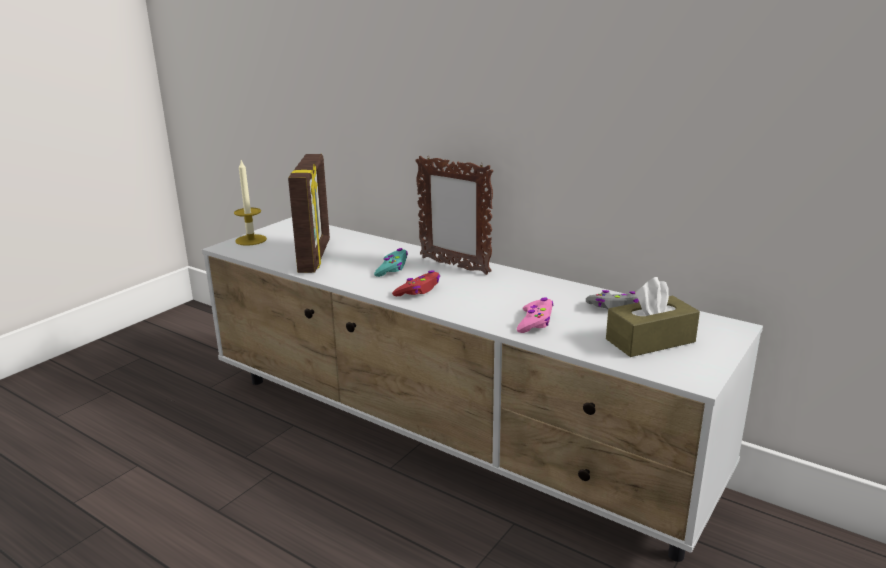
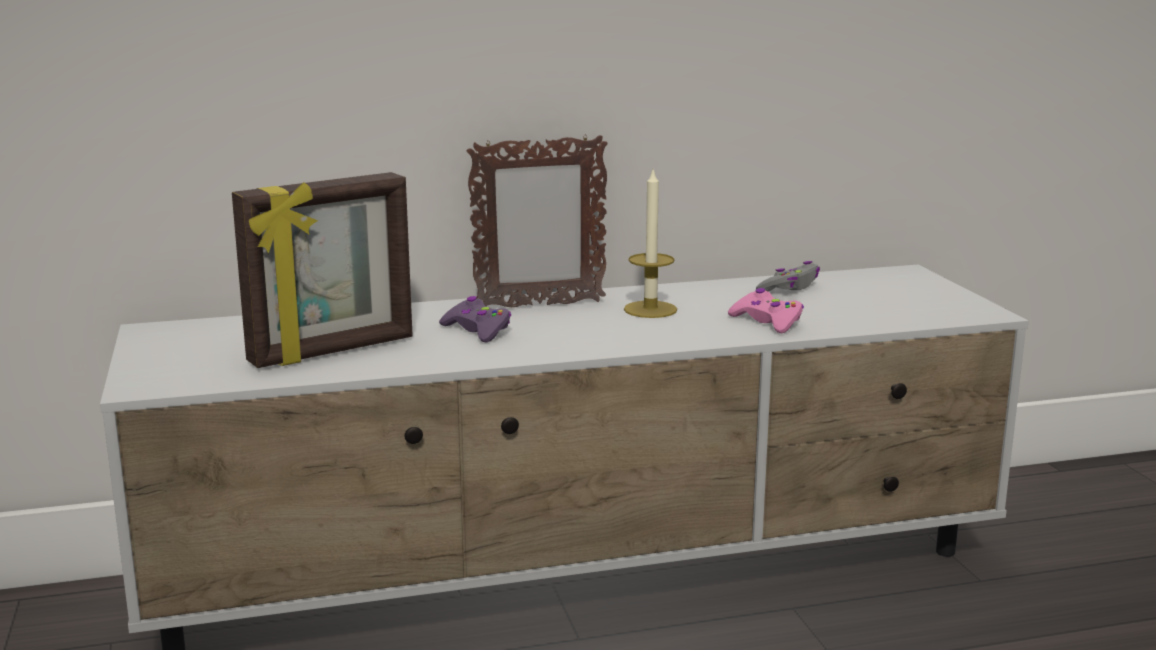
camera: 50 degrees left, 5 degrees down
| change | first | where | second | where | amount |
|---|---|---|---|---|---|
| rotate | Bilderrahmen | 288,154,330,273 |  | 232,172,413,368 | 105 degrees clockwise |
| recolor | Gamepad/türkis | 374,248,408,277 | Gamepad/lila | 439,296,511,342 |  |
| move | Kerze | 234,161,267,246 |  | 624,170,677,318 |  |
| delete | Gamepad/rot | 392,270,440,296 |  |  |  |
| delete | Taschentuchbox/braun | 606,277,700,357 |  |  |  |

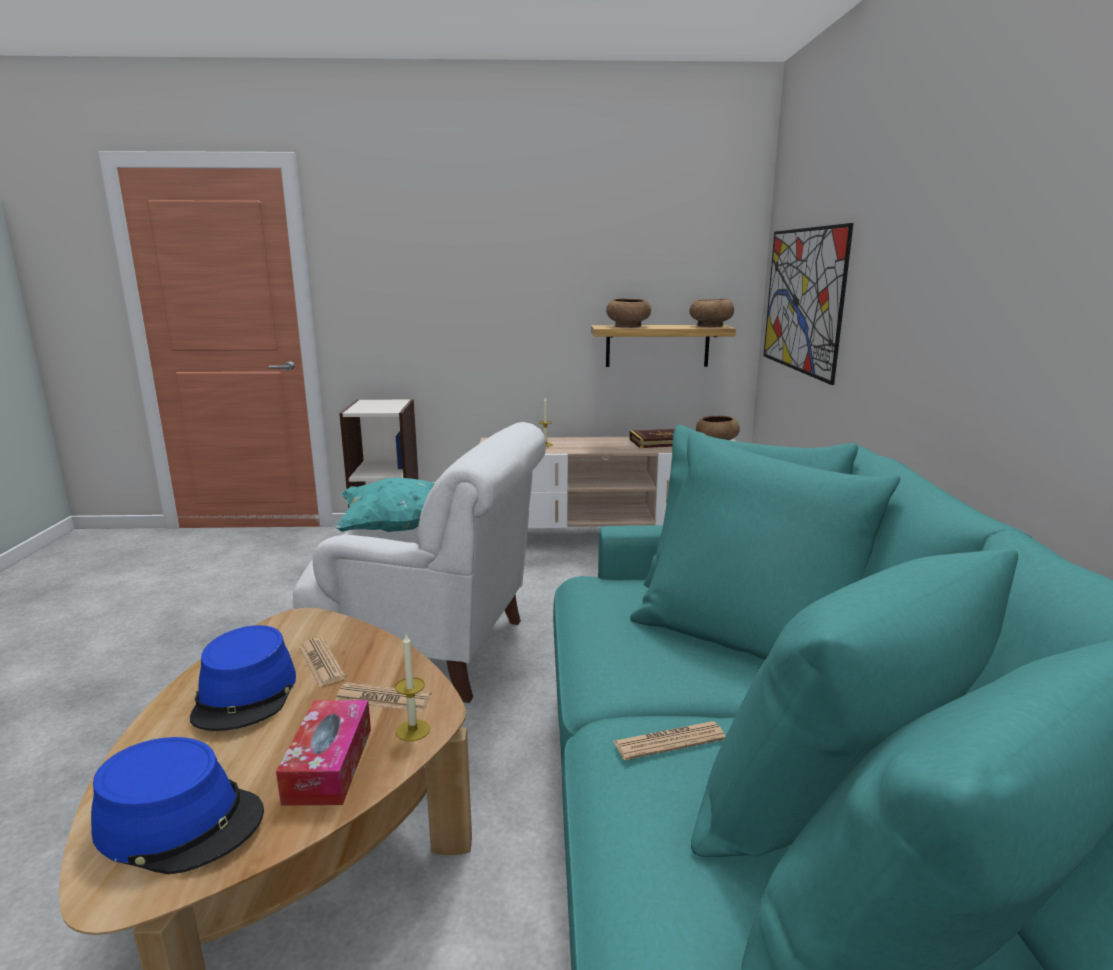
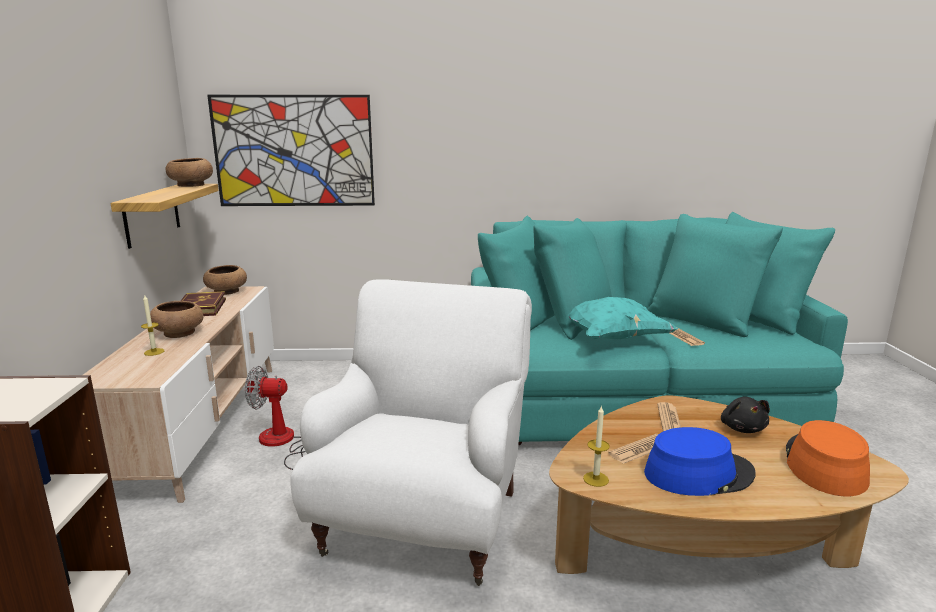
camera: 90 degrees left, 0 degrees up
| change | first | where | second | where | amount |
|---|---|---|---|---|---|
| move | Schüssel/braun | 606,298,651,328 |  | 150,301,203,338 |  |
| insert |  |  | Ventilator | 245,366,306,470 |  |
| move | Kissen/türkis | 335,478,435,532 |  | 568,297,678,339 |  |
| move | Kerze | 395,634,430,741 |  | 583,405,610,487 |  |
| replace | Taschentuchbox | 276,700,371,805 | Plüschtier/schwarz | 721,397,770,433 |  |
| recolor | Hut/blau | 91,737,264,875 | Hut/orange | 786,420,870,497 |  |

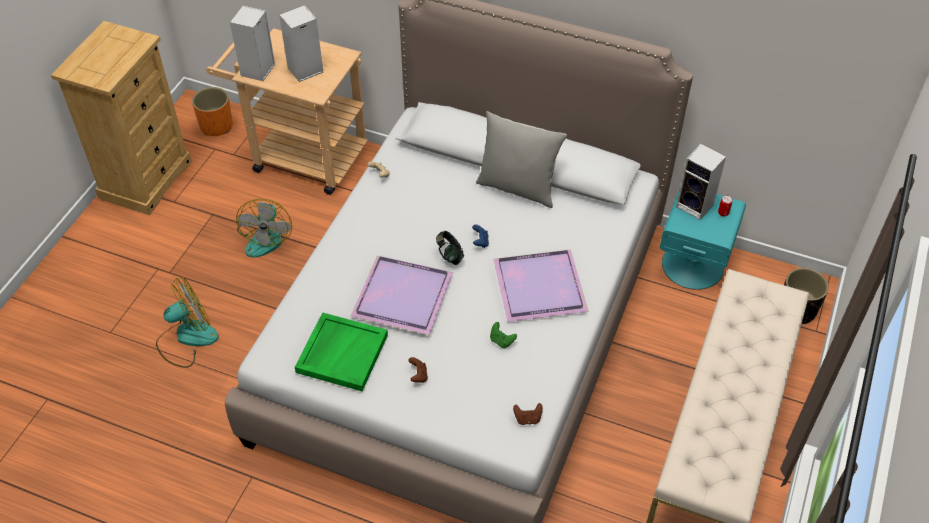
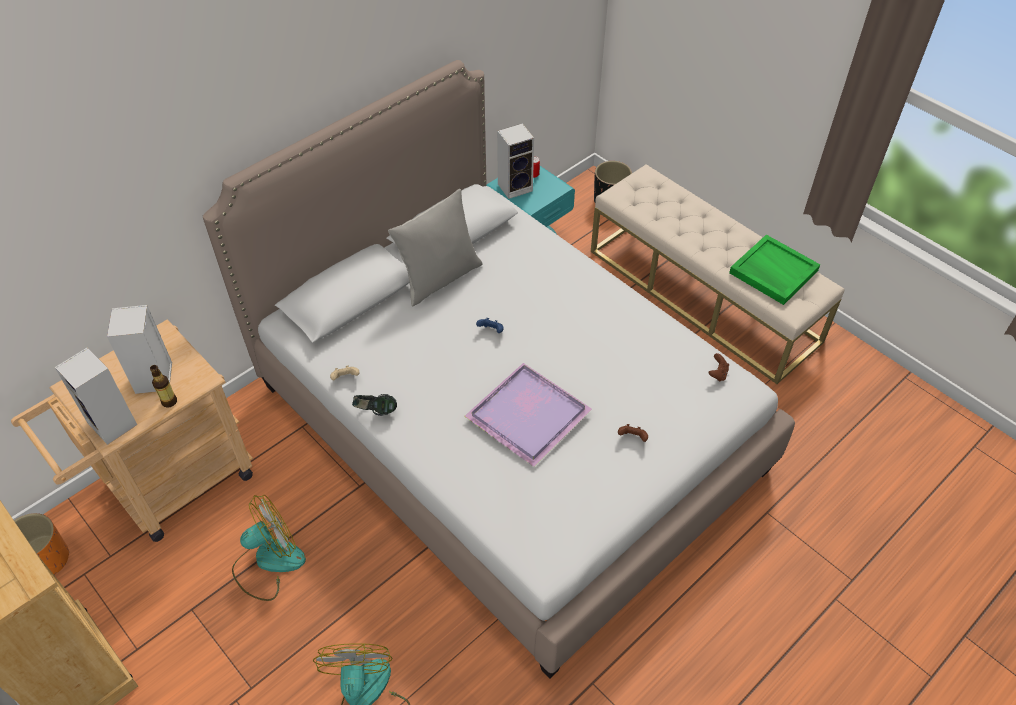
camera: 65 degrees left, 0 degrees up
| change | first | where | second | where | amount |
|---|---|---|---|---|---|
| insert |  |  | Flasche | 150,365,177,408 |  |
| rotate | Ventilator | 236,199,292,258 |  | 232,495,306,601 | 60 degrees counterclockwise |
| move | Kopfhörer | 436,231,464,265 |  | 352,394,397,416 |  |
| move | Tablett/grün | 295,312,388,391 |  | 729,235,820,305 |  |
| delete | Gamepad/grün | 490,322,517,348 |  |  |  |
| delete | Tablett/lila | 493,250,589,322 |  |  |  |

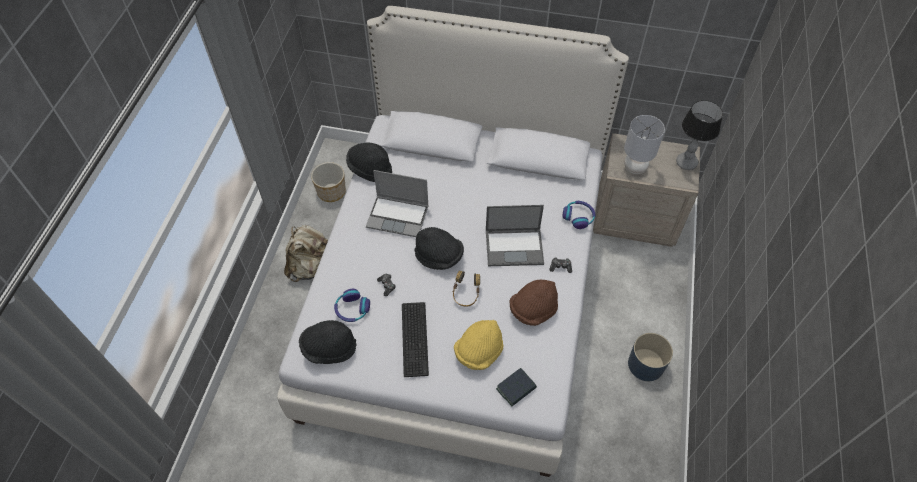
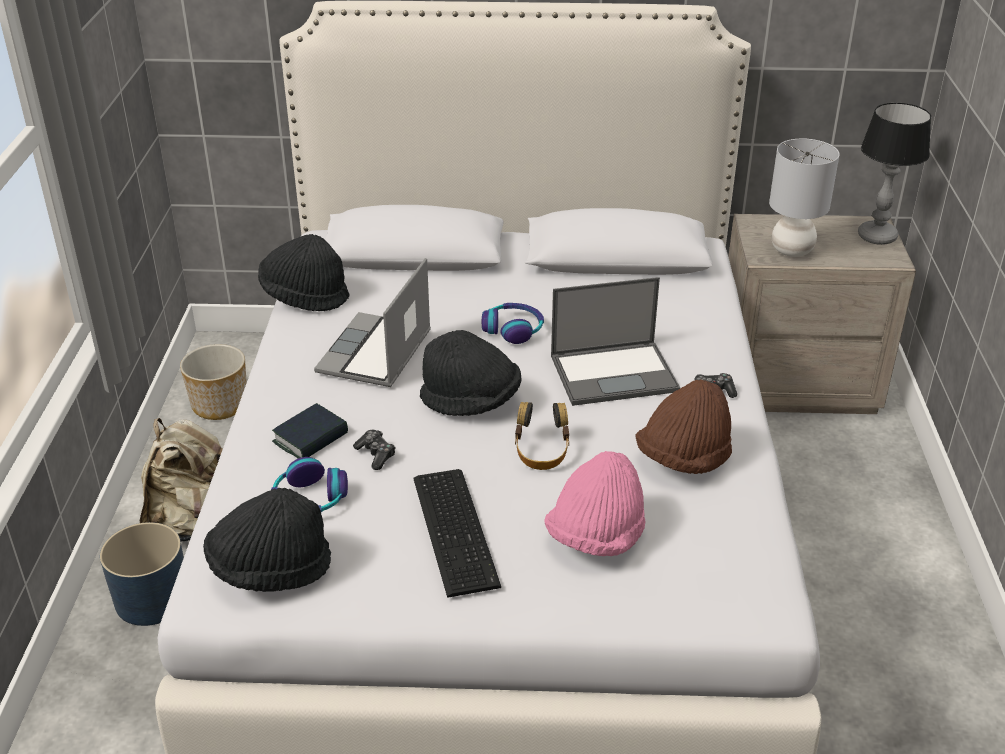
camera: 10 degrees left, 20 degrees down
| change | first | where | second | where | amount |
|---|---|---|---|---|---|
| move | Pflanzkübel/blau | 628,333,673,381 |  | 100,522,184,626 |  |
| move | Buch | 496,368,537,406 |  | 272,403,348,458 |  |
| rotate | Laptop | 366,170,429,237 |  | 314,258,431,387 | 105 degrees clockwise |
| move | Kopfhörer | 563,201,596,229 |  | 482,303,544,344 |  |
| recolor | Hut/gelb | 454,320,503,370 | Hut/rosa | 544,451,645,556 |  |

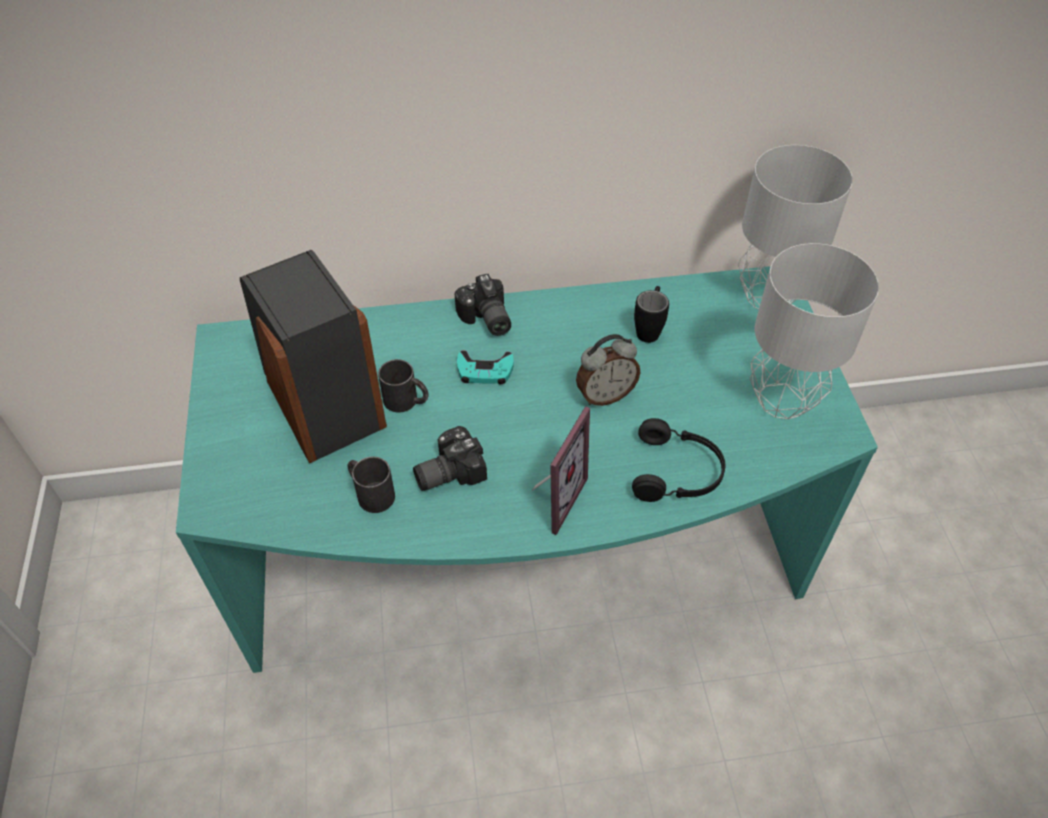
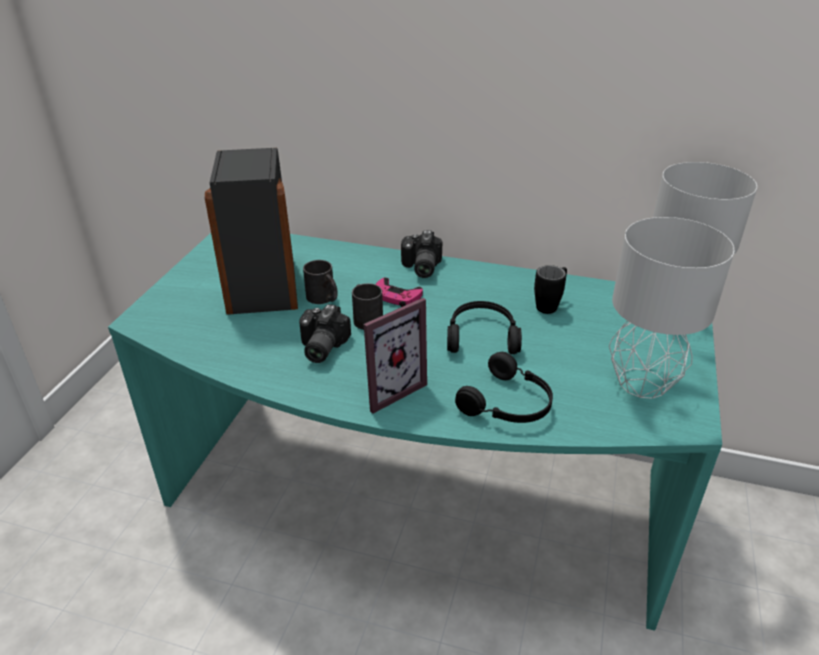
camera: 25 degrees right, 15 degrees down
| change | first | where | second | where | amount |
|---|---|---|---|---|---|
| rotate | Kamera | 413,426,487,491 |  | 299,304,351,363 | 75 degrees counterclockwise |
| move | Henkelbecher/schwarz | 347,456,395,513 |  | 352,283,383,330 |  |
| recolor | Gamepad/türkis | 457,351,514,384 | Gamepad/rosa | 375,277,423,307 |  |
| replace | Wecker | 576,334,641,406 | Kopfhörer/schwarz | 447,301,522,354 |  |

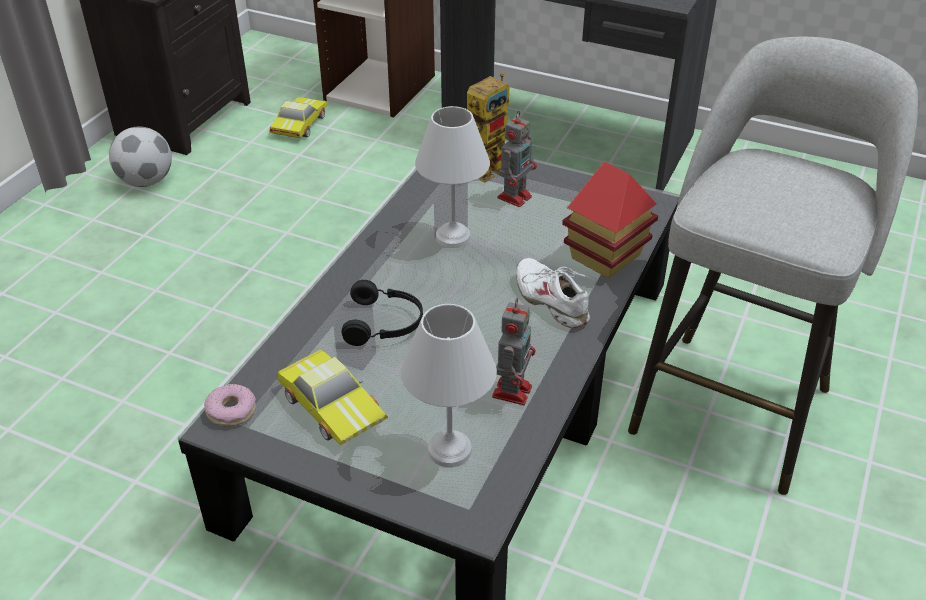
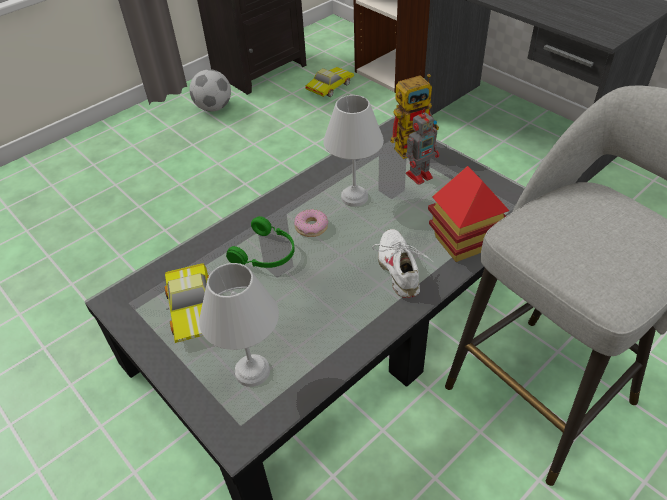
camera: 25 degrees right, 5 degrees up
| change | first | where | second | where | amount |
|---|---|---|---|---|---|
| recolor | Kopfhörer/schwarz | 341,280,423,346 | Kopfhörer/grün | 226,216,295,268 |  |
| move | Donut | 204,384,256,427 |  | 294,209,328,237 |  |
| delete | Spielzeugroboter | 492,298,535,405 |  |  |  |

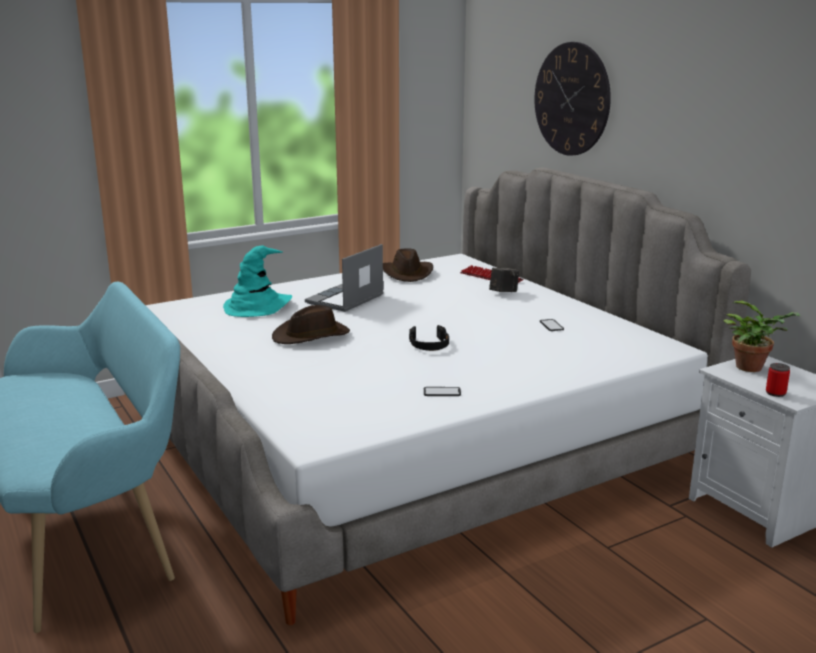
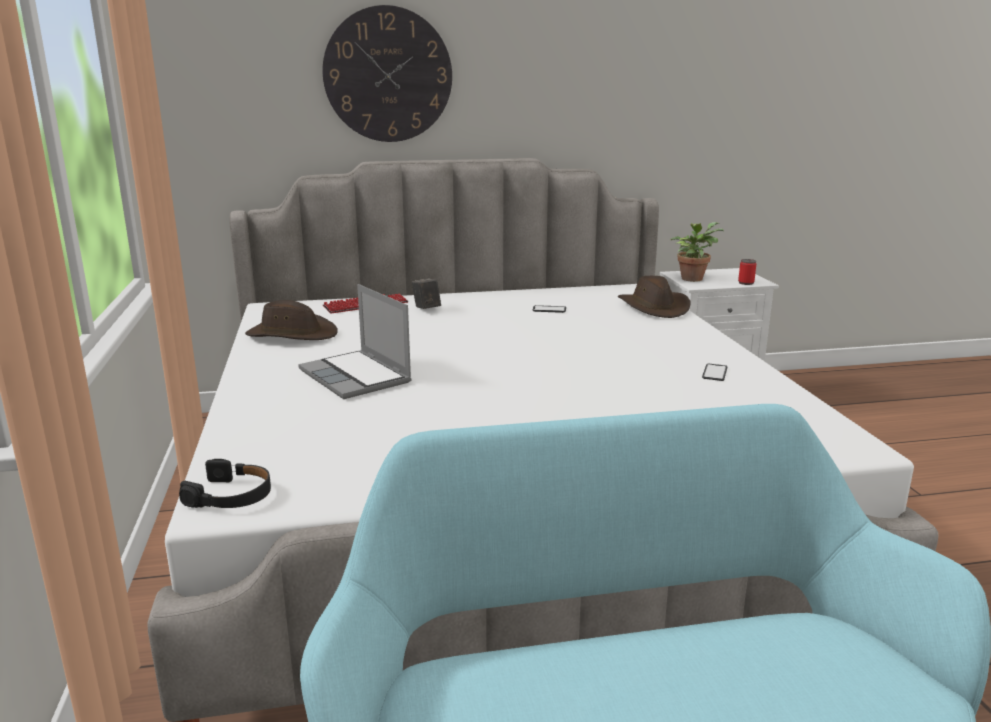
camera: 70 degrees left, 0 degrees up
| change | first | where | second | where | amount |
|---|---|---|---|---|---|
| move | Kopfhörer/schwarz | 409,325,449,351 |  | 179,459,271,508 |  |
| move | Hut/braun | 272,305,350,344 |  | 618,276,691,318 |  |
| delete | Hut/türkis | 223,245,292,317 |  |  |  |

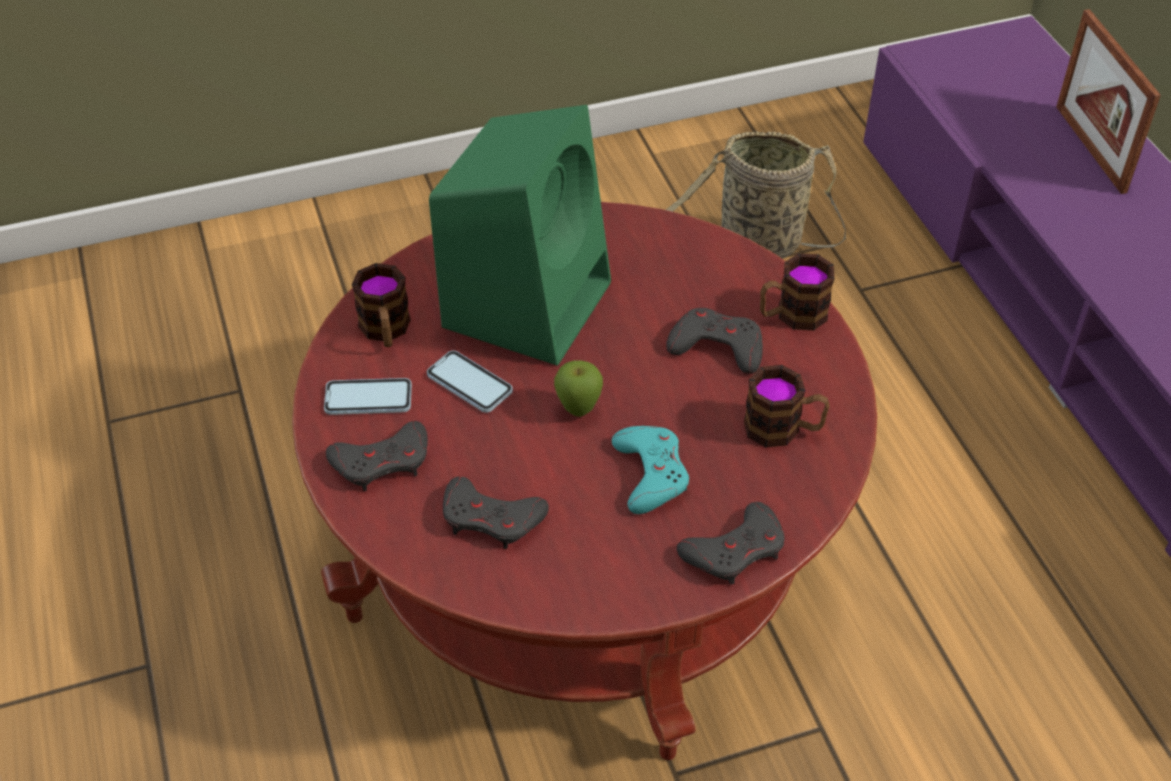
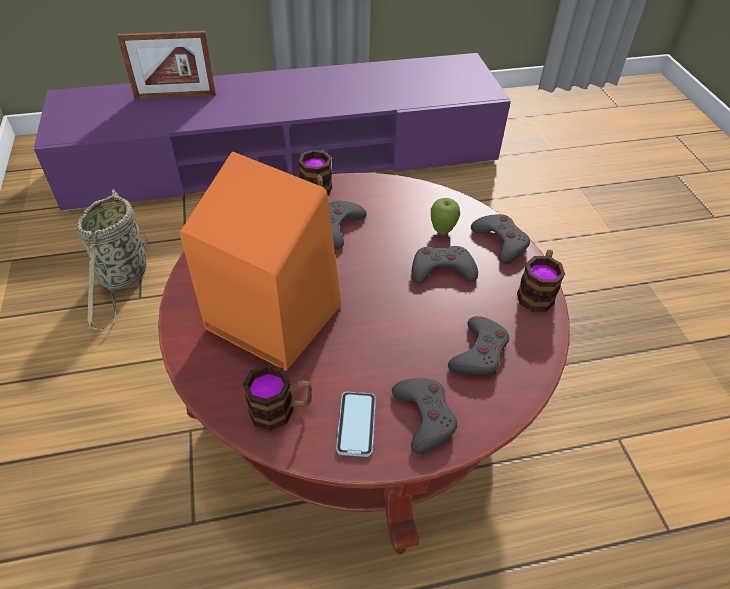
camera: 85 degrees left, 0 degrees up
| change | first | where | second | where | amount |
|---|---|---|---|---|---|
| recolor | Lautsprecher/grün | 429,105,611,366 | Lautsprecher/orange | 179,152,341,371 |  |
| recolor | Gamepad/türkis | 612,426,689,514 | Gamepad/grau | 412,246,478,283 |  |
| move | Apfel | 554,361,603,417 |  | 431,198,460,235 |  |
| move | Henkelbecher | 744,365,830,447 |  | 517,250,565,312 |  |
| delete | Handy | 427,351,513,413 |  |  |  |

